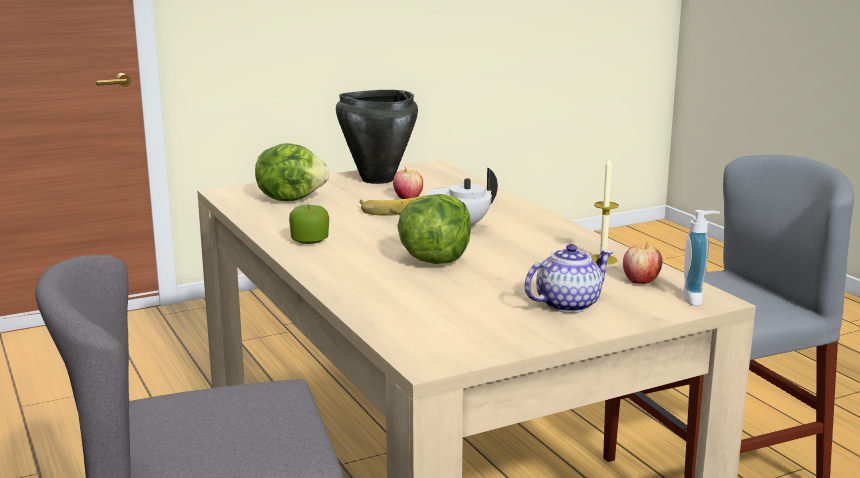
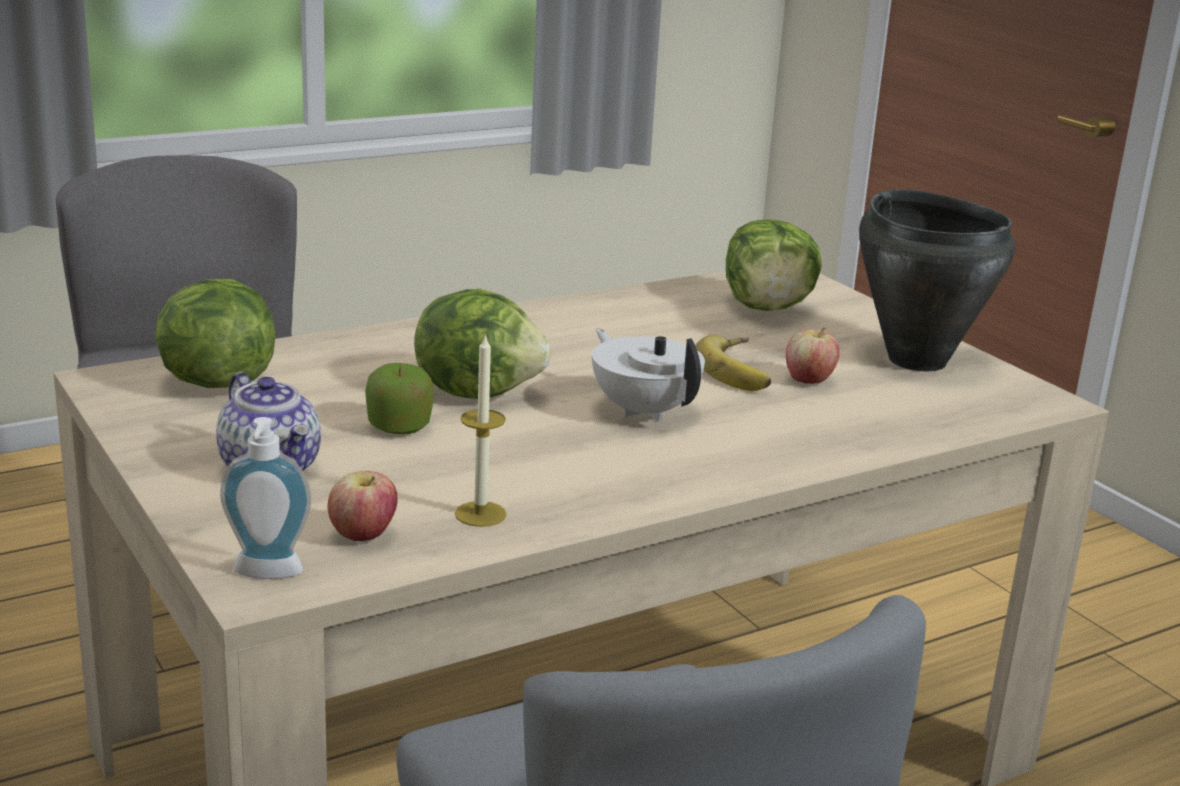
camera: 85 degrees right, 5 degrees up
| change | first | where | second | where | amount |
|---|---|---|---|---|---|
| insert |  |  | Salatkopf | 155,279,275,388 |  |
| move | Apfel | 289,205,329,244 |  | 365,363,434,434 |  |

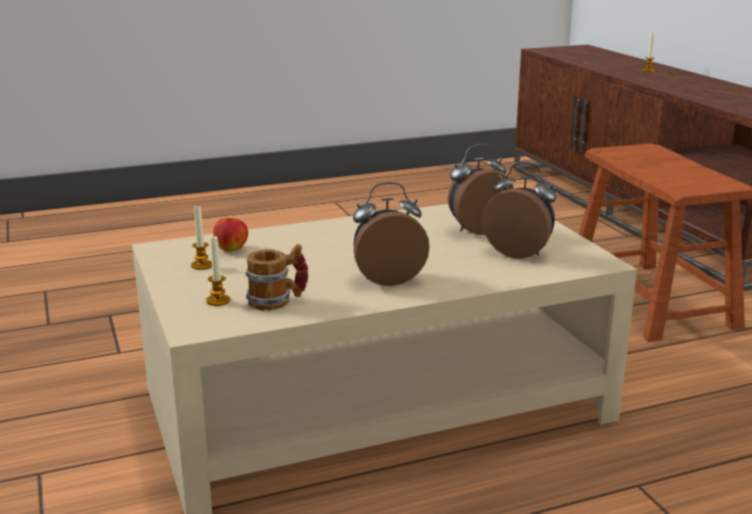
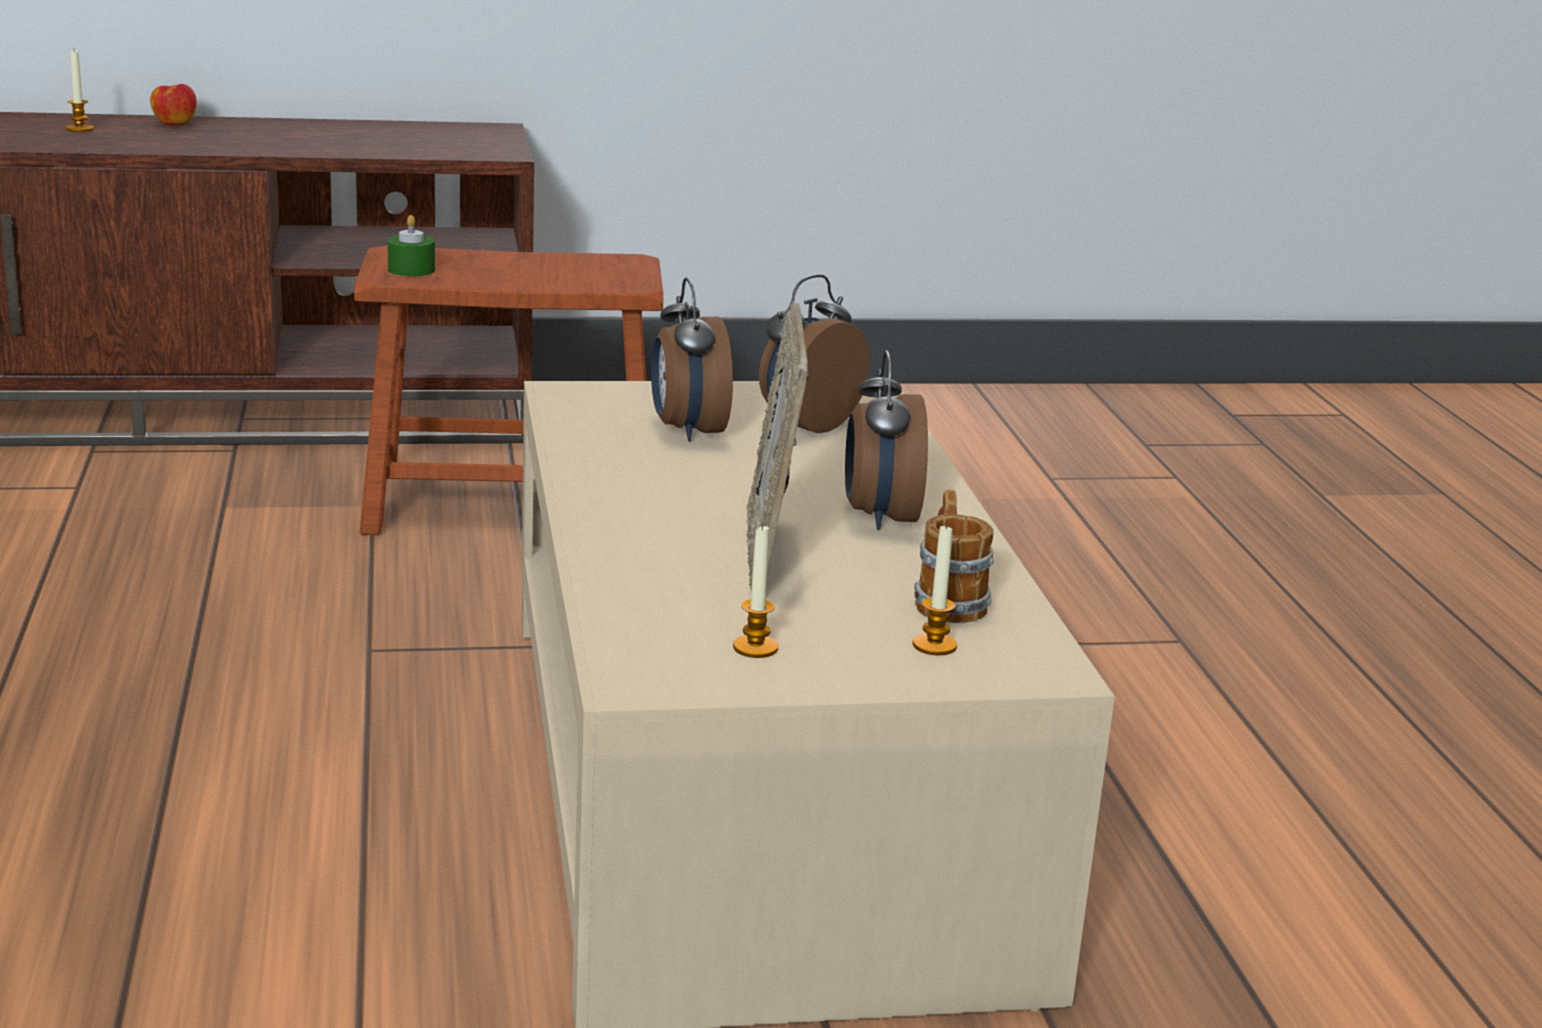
camera: 80 degrees left, 0 degrees up
| change | first | where | second | where | amount |
|---|---|---|---|---|---|
| move | Apfel | 213,218,248,252 |  | 150,84,197,126 |  |
| insert |  |  | Kerze/grün | 387,215,435,277 |  |
| insert |  |  | Bilderrahmen | 746,303,809,590 |  |

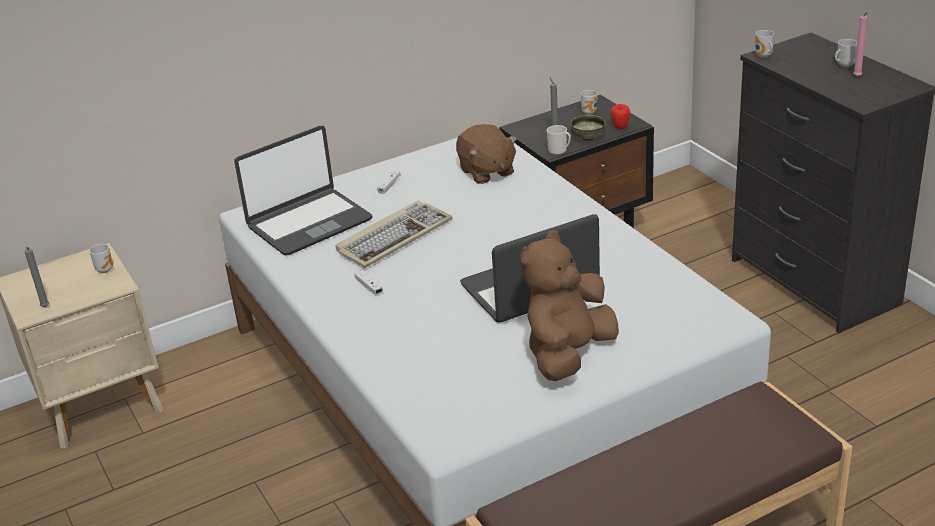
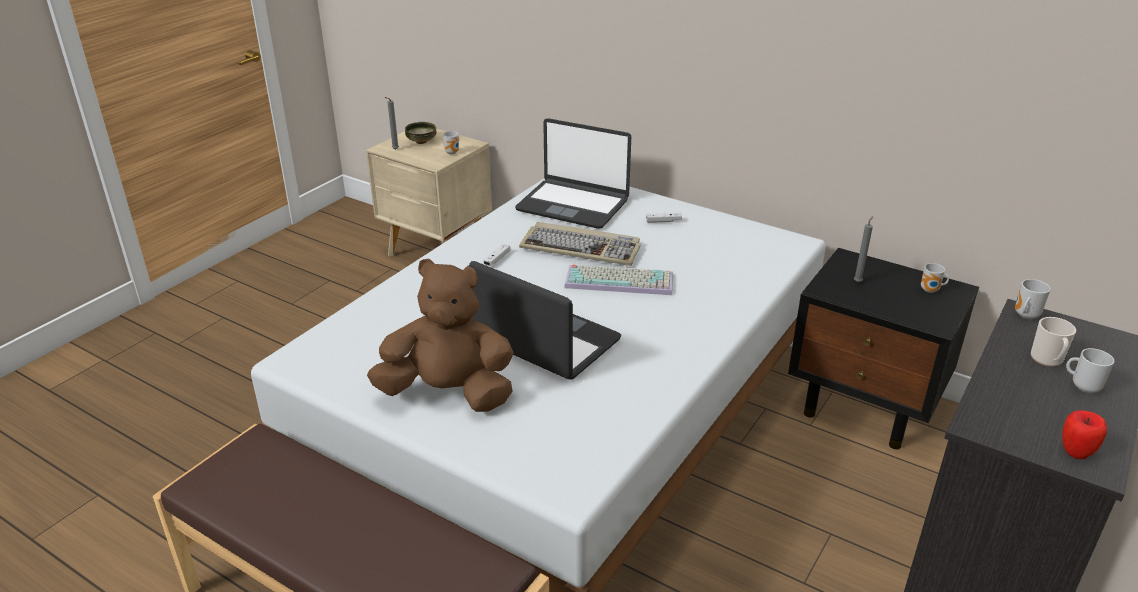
camera: 60 degrees right, 0 degrees up
| change | first | where | second | where | amount |
|---|---|---|---|---|---|
| move | Schüssel | 570,115,606,141 |  | 405,121,436,144 |  |
| insert |  |  | Tastatur | 564,265,673,295 |  |
| move | Henkelbecher | 547,125,571,155 |  | 1031,317,1076,367 |  |
| move | Apfel | 611,104,630,129 |  | 1062,411,1107,459 |  |
| delete | Plüschtier/braun | 456,124,517,184 |  |  |  |
| delete | Kerze/rosa | 853,13,868,77 |  |  |  |

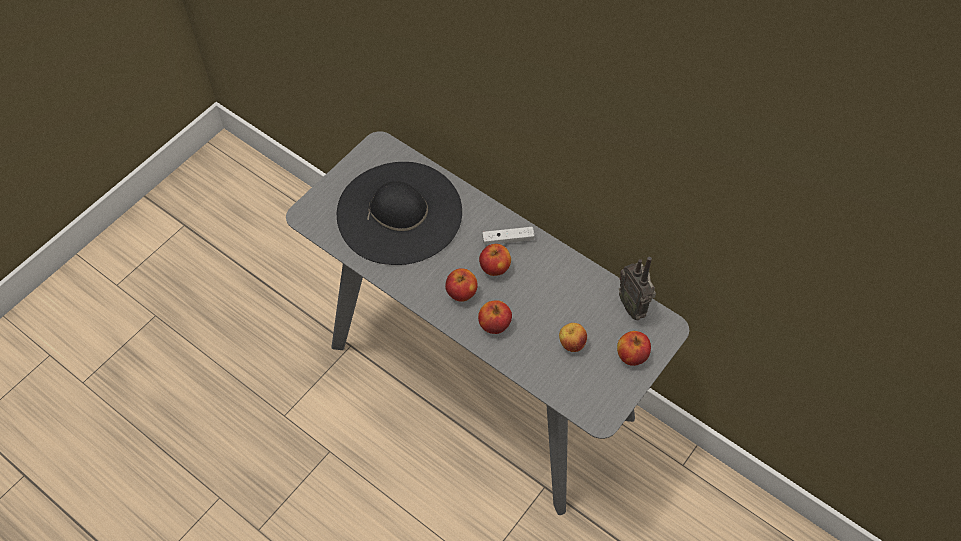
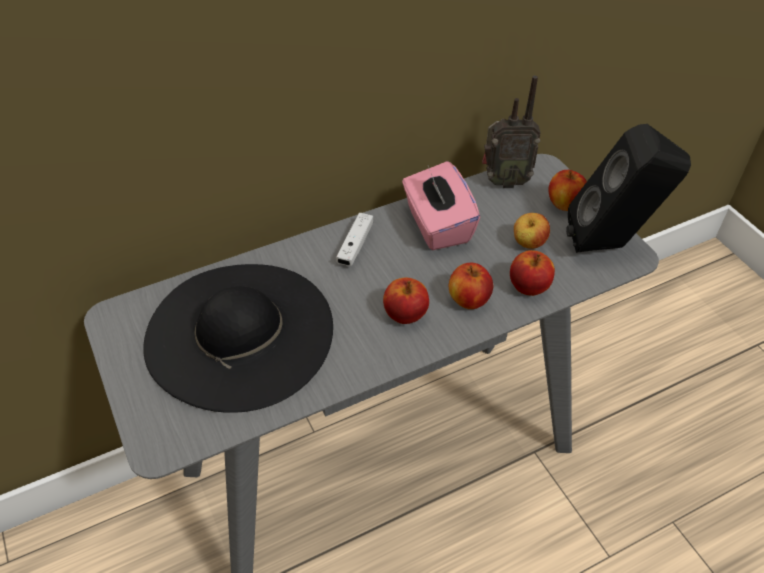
camera: 65 degrees left, 10 degrees down
| change | first | where | second | where | amount |
|---|---|---|---|---|---|
| insert |  |  | Taschentuchbox/rosa | 402,161,480,250 |  |
| move | Apfel | 479,244,511,276 |  | 510,250,555,296 |  |
| insert |  |  | Lautsprecher/schwarz | 566,124,691,253 |  |

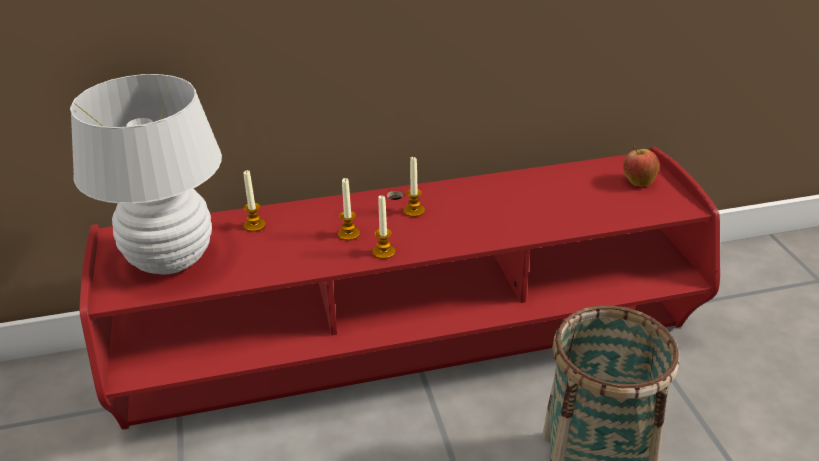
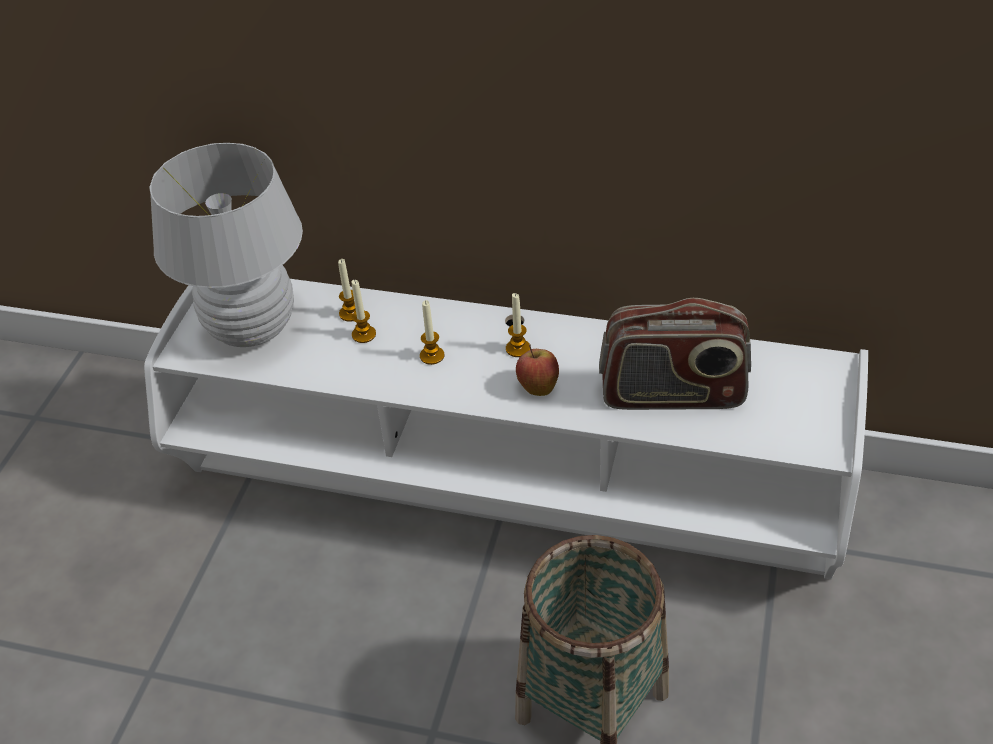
camera: 30 degrees right, 10 degrees up
| change | first | where | second | where | amount |
|---|---|---|---|---|---|
| recolor | Fernsehschrank/rot | 80,147,720,430 | Fernsehschrank/weiß | 144,279,868,579 |  |
| move | Kerze | 373,195,395,259 |  | 351,280,376,343 |  |
| move | Apfel | 623,146,659,186 |  | 516,344,559,396 |  |
| insert |  |  | Radio | 599,298,751,410 |  |

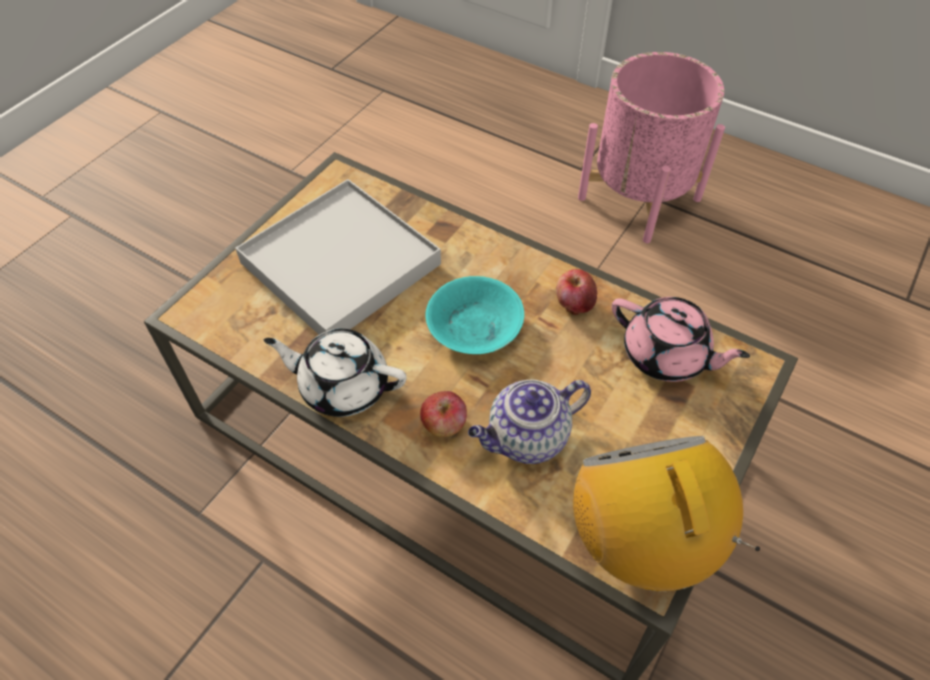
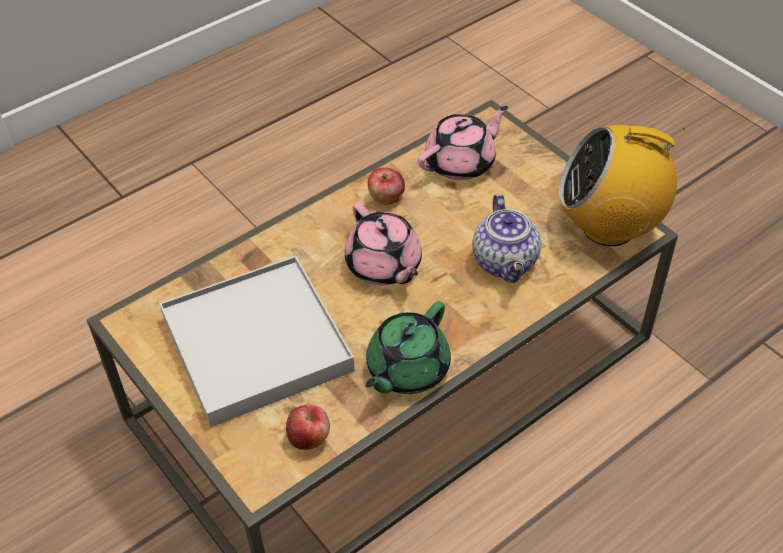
camera: 70 degrees left, 5 degrees down
| change | first | where | second | where | amount |
|---|---|---|---|---|---|
| move | Apfel | 420,391,467,437 |  | 286,404,330,450 |  |
| replace | Schüssel/türkis | 426,276,524,354 | Teekanne/rosa | 345,203,422,285 |  |
| recolor | Teekanne/weiß | 264,329,407,417 | Teekanne/grün | 366,301,451,394 |  |
| delete | Pflanzkübel/rosa | 578,52,725,243 |  |  |  |

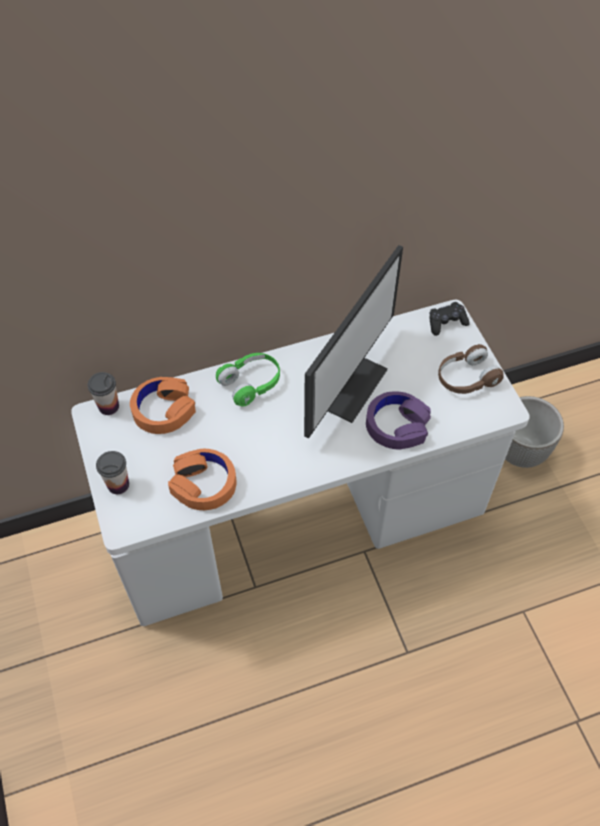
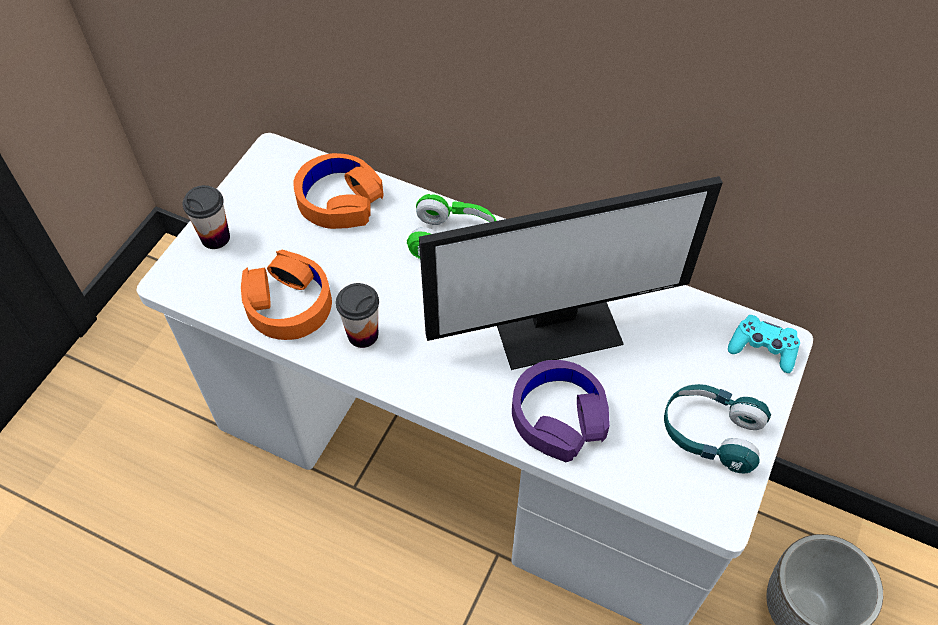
camera: 45 degrees right, 0 degrees up
| change | first | where | second | where | amount |
|---|---|---|---|---|---|
| move | Tasse | 87,372,119,415 |  | 336,283,379,348 |  |
| recolor | Kopfhörer/braun | 438,344,504,394 | Kopfhörer/türkis | 664,384,771,473 |  |
| recolor | Gamepad/schwarz | 430,302,470,336 | Gamepad/türkis | 728,315,800,373 |  |

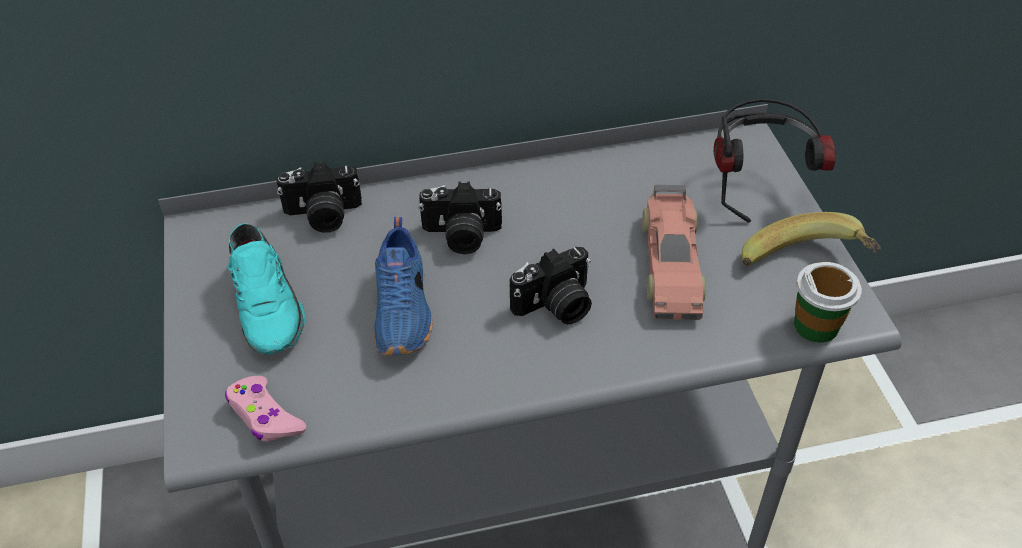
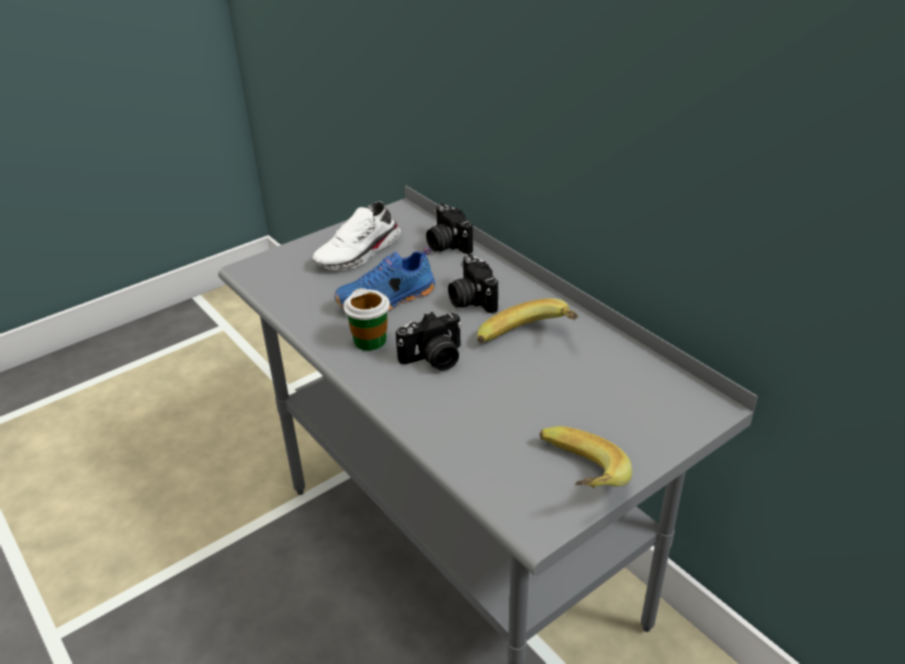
camera: 65 degrees right, 10 degrees down
| change | first | where | second | where | amount |
|---|---|---|---|---|---|
| recolor | Schuh/türkis | 228,224,305,356 | Schuh/weiß | 313,201,400,270 |  |
| move | Tasse | 794,262,862,343 |  | 343,288,390,351 |  |
| rotate | Kamera | 510,247,592,324 |  | 396,312,462,371 | 60 degrees counterclockwise |
| insert |  |  | Banane | 477,298,579,343 |  |
| delete | Gamepad/rosa | 225,376,306,441 |  |  |  |
| delete | Spielzeugauto | 642,185,706,320 |  |  |  |
| delete | Kopfhörer | 714,98,836,223 |  |  |  |

